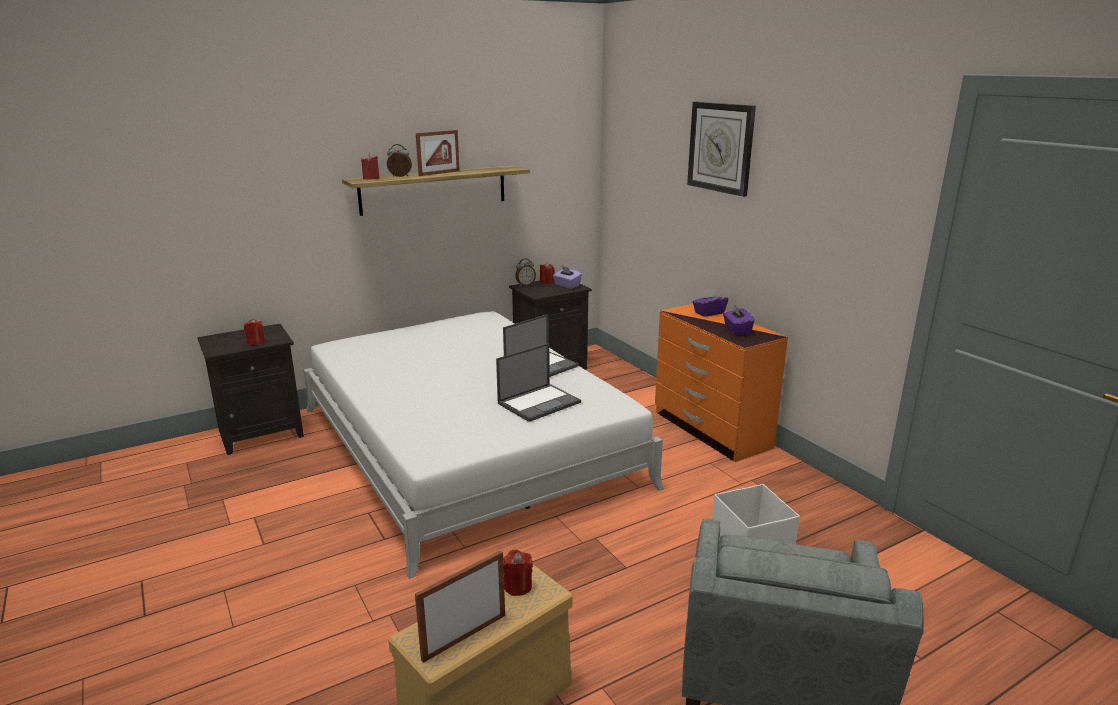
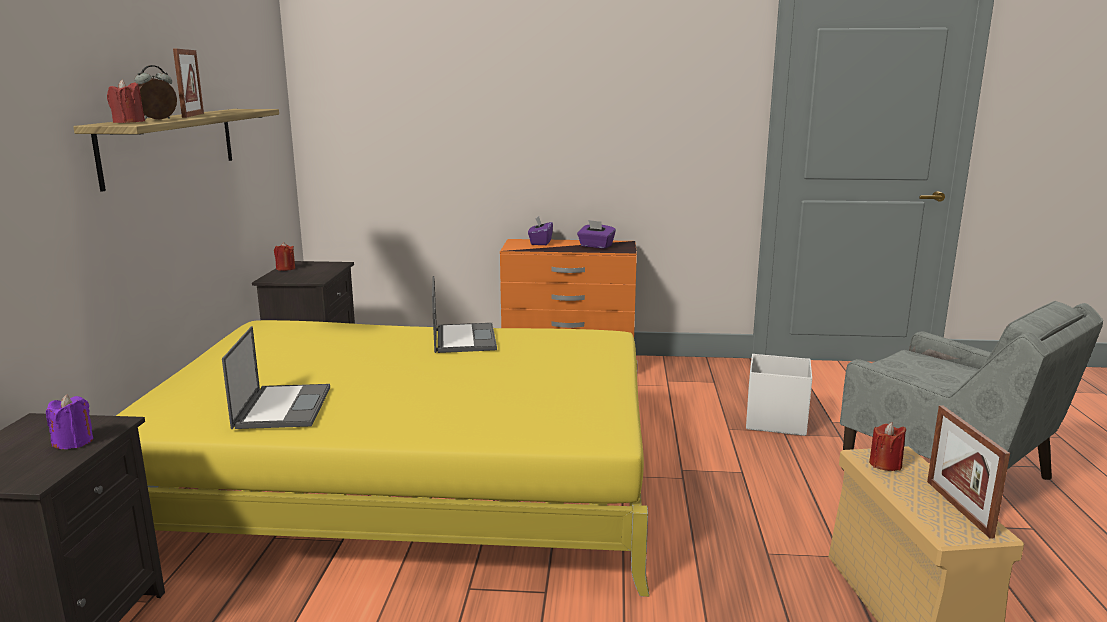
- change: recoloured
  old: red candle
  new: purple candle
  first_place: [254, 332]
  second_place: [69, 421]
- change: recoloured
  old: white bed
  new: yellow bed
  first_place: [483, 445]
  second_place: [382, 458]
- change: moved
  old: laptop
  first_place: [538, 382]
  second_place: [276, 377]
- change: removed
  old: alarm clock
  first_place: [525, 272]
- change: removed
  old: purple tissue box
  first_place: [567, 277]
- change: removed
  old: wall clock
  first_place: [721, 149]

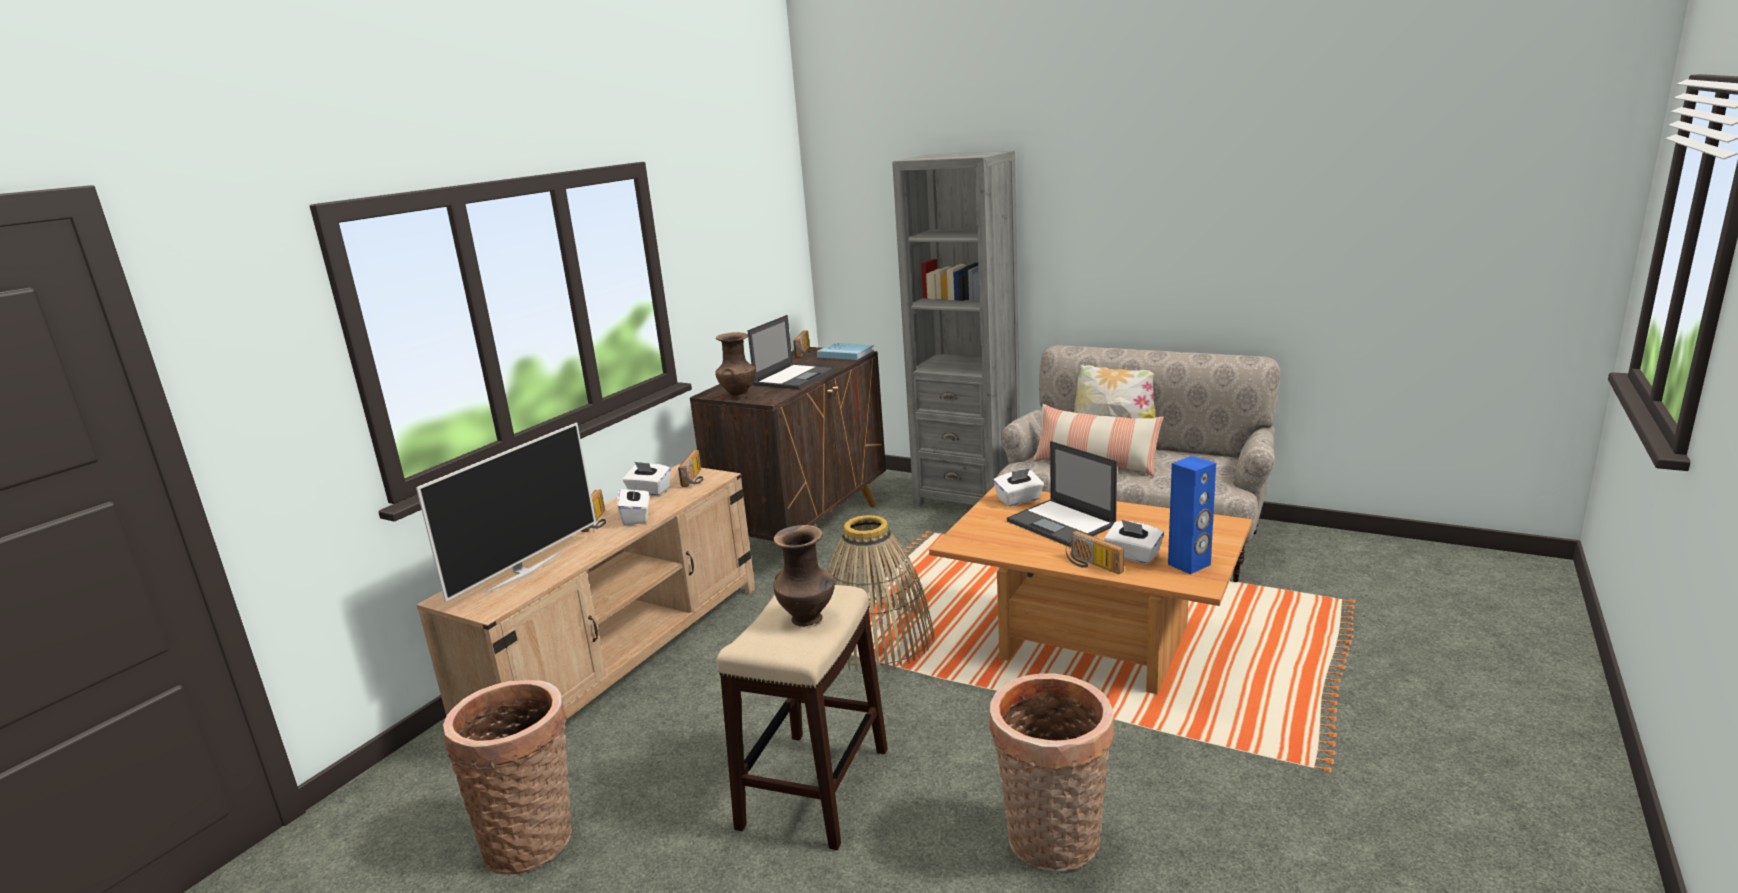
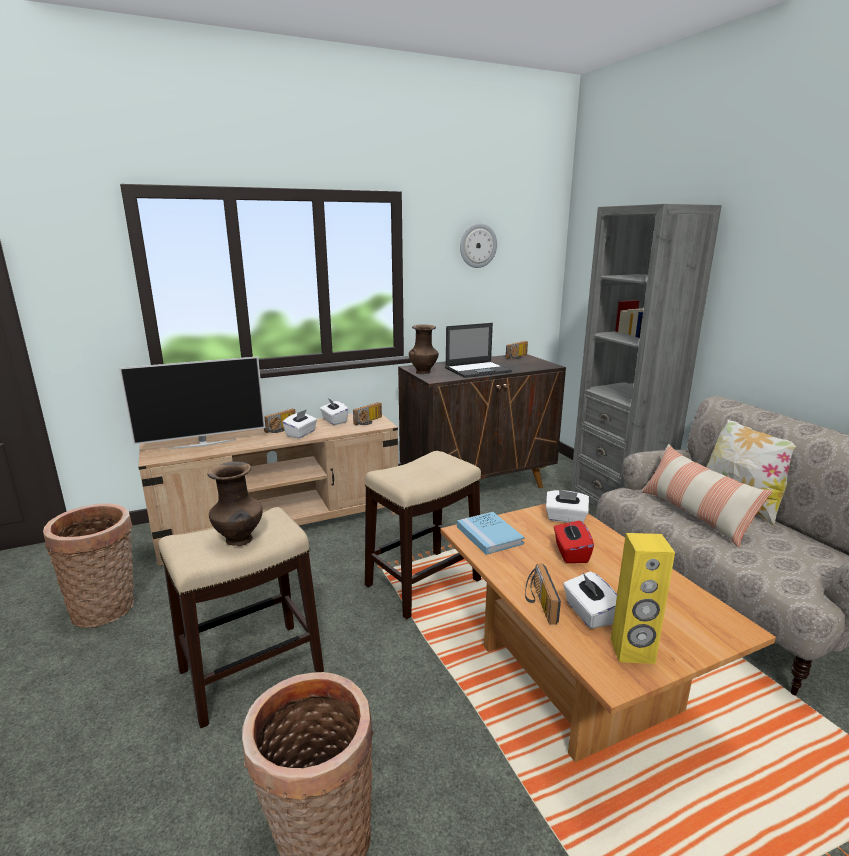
- change: replaced
  old: basket
  new: stool
  first_place: [880, 593]
  second_place: [423, 535]
- change: moved
  old: blue book
  first_place: [845, 351]
  second_place: [491, 533]
- change: added
  new: wall clock
  second_place: [478, 245]
- change: replaced
  old: laptop
  new: red tissue box
  first_place: [1062, 494]
  second_place: [574, 541]
- change: recoloured
  old: blue speaker
  new: yellow speaker
  first_place: [1192, 515]
  second_place: [643, 598]

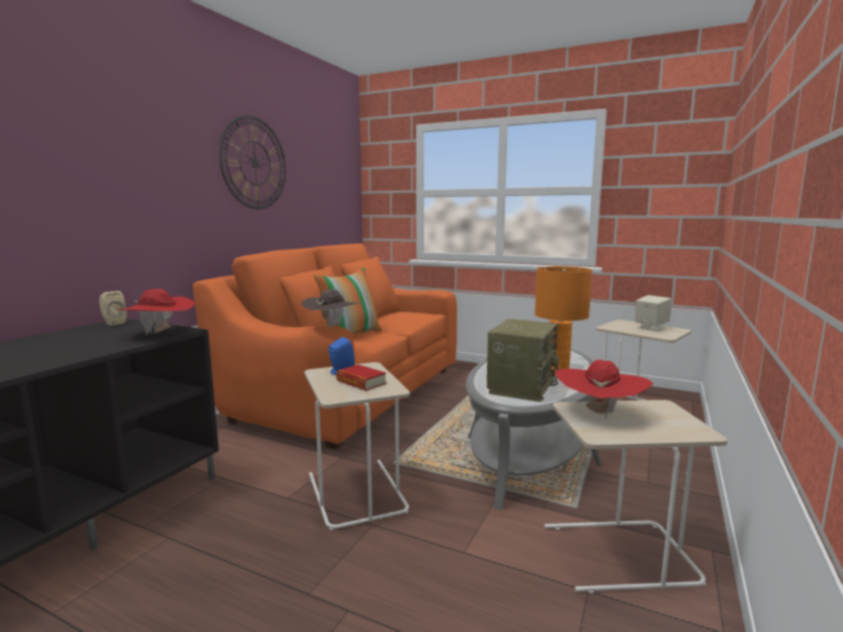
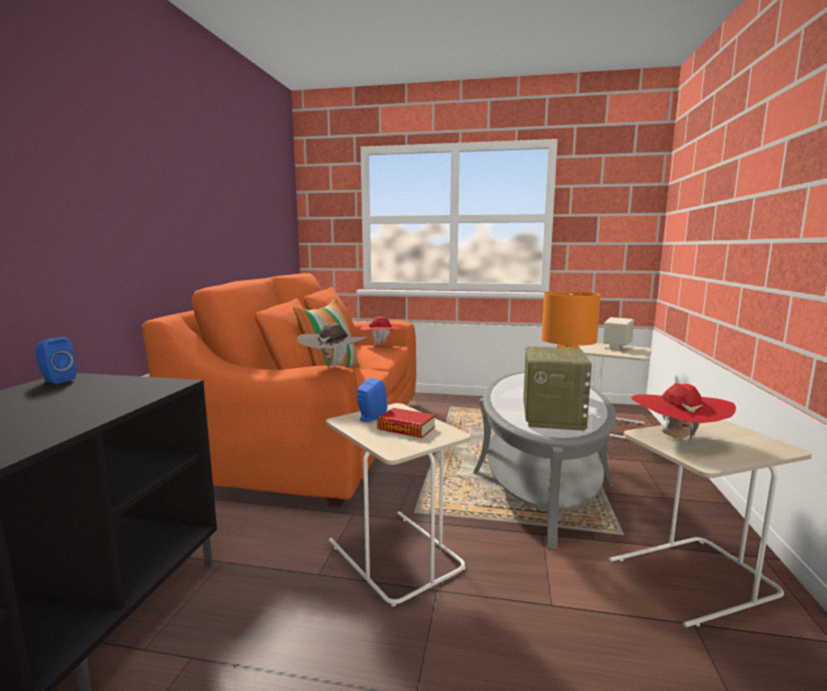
- change: recoloured
  old: beige speaker
  new: blue speaker
  first_place: [113, 308]
  second_place: [56, 360]
- change: moved
  old: red hat
  first_place: [156, 312]
  second_place: [380, 331]
- change: removed
  old: wall clock
  first_place: [252, 162]

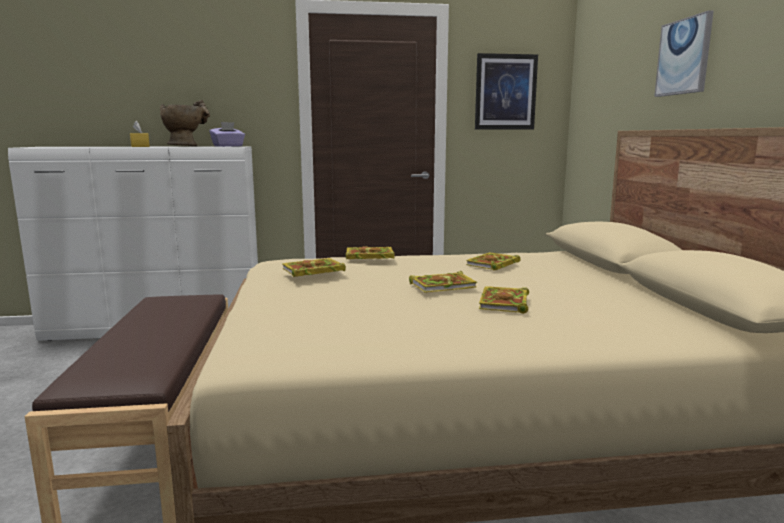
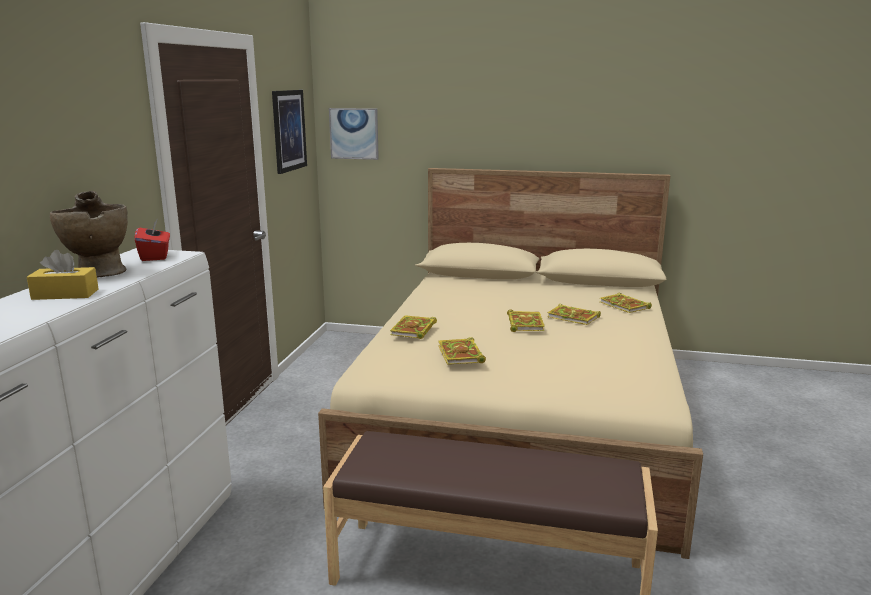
- change: recoloured
  old: purple tissue box
  new: red tissue box
  first_place: [227, 134]
  second_place: [152, 240]
- change: moved
  old: picture
  first_place: [684, 53]
  second_place: [354, 134]
- change: moved
  old: book
  first_place: [493, 261]
  second_place: [626, 303]

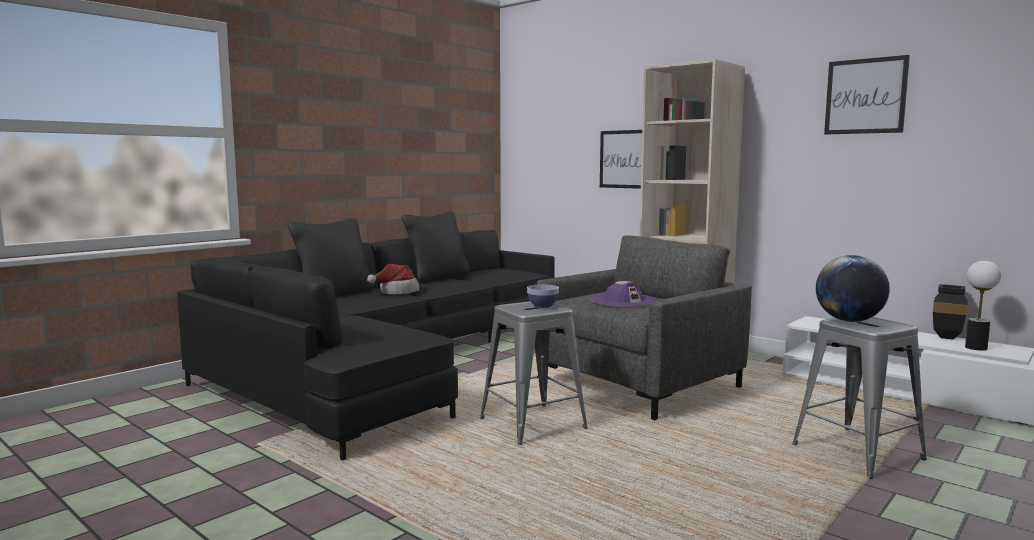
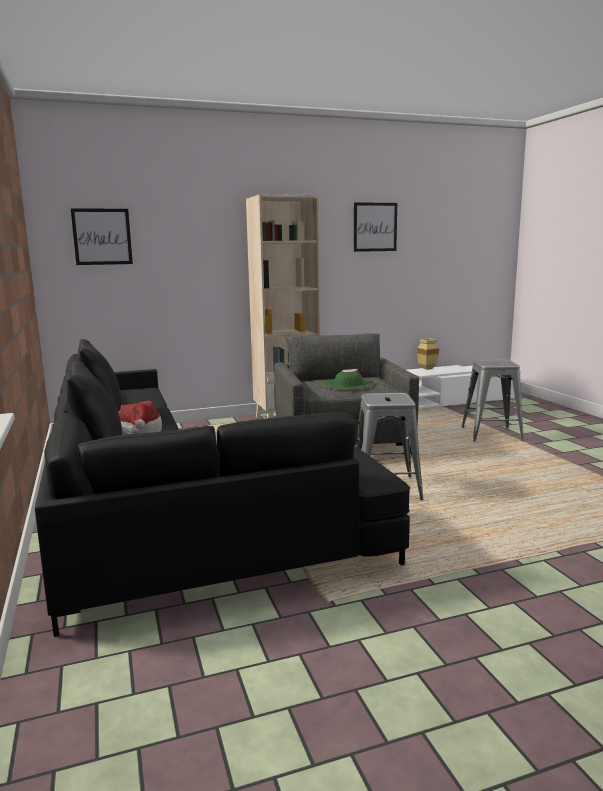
- change: moved
  old: picture
  first_place: [621, 159]
  second_place: [102, 236]
- change: recoloured
  old: purple hat
  new: green hat
  first_place: [623, 294]
  second_place: [348, 379]
- change: recoloured
  old: black vase
  new: beige vase
  first_place: [950, 312]
  second_place: [428, 354]
- change: removed
  old: bowl
  first_place: [543, 296]
- change: removed
  old: globe
  first_place: [853, 288]
- change: removed
  old: table lamp
  first_place: [983, 306]

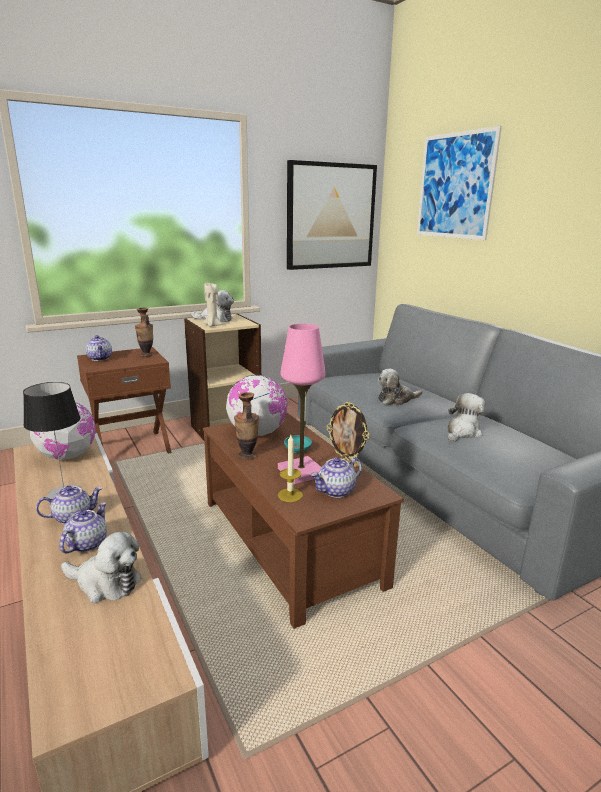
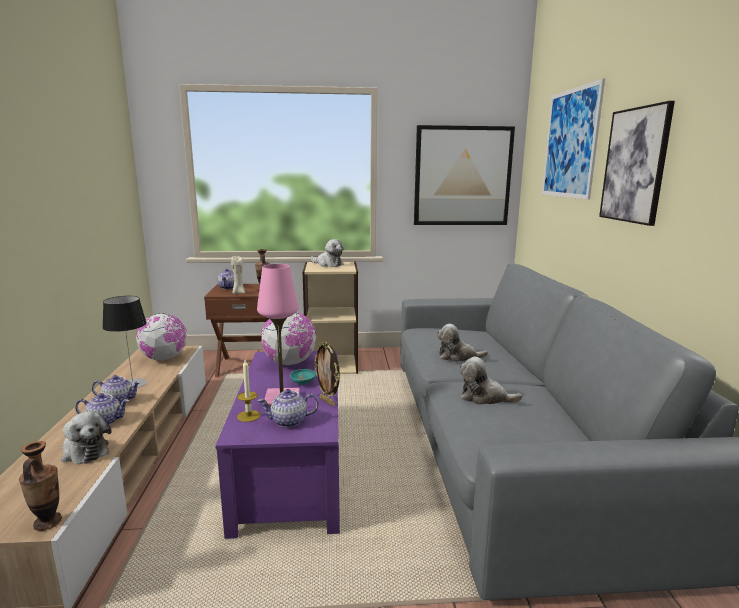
- change: moved
  old: vase
  first_place: [246, 426]
  second_place: [40, 486]
- change: turned
  old: teapot
  first_place: [83, 527]
  second_place: [102, 409]
  degrees: 45
- change: recoloured
  old: brown coffee table
  new: purple coffee table
  first_place: [303, 521]
  second_place: [277, 444]
- change: moved
  old: beige candle
  first_place: [212, 305]
  second_place: [238, 275]
- change: turned
  old: plush toy
  first_place: [466, 417]
  second_place: [490, 381]
  degrees: -135
- change: added
  new: picture
  second_place: [637, 163]

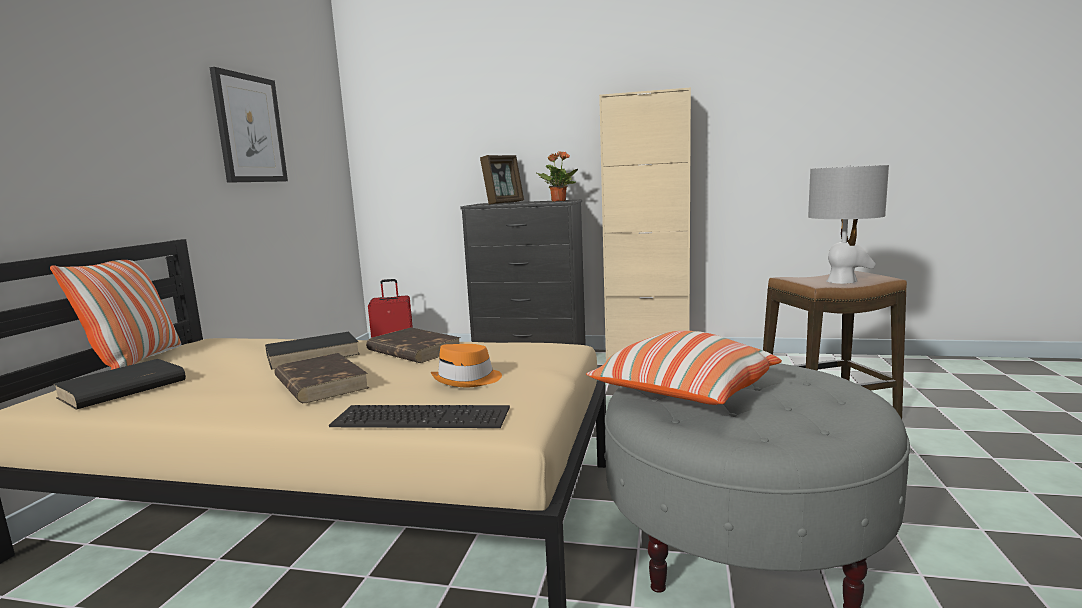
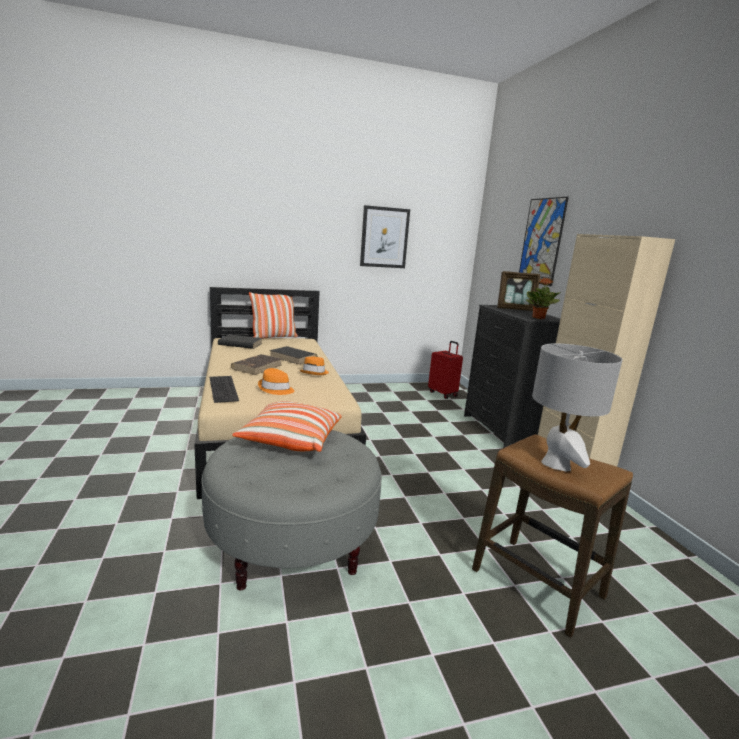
- change: replaced
  old: brown book
  new: orange hat
  first_place: [413, 345]
  second_place: [314, 366]
- change: added
  new: picture
  second_place: [544, 241]

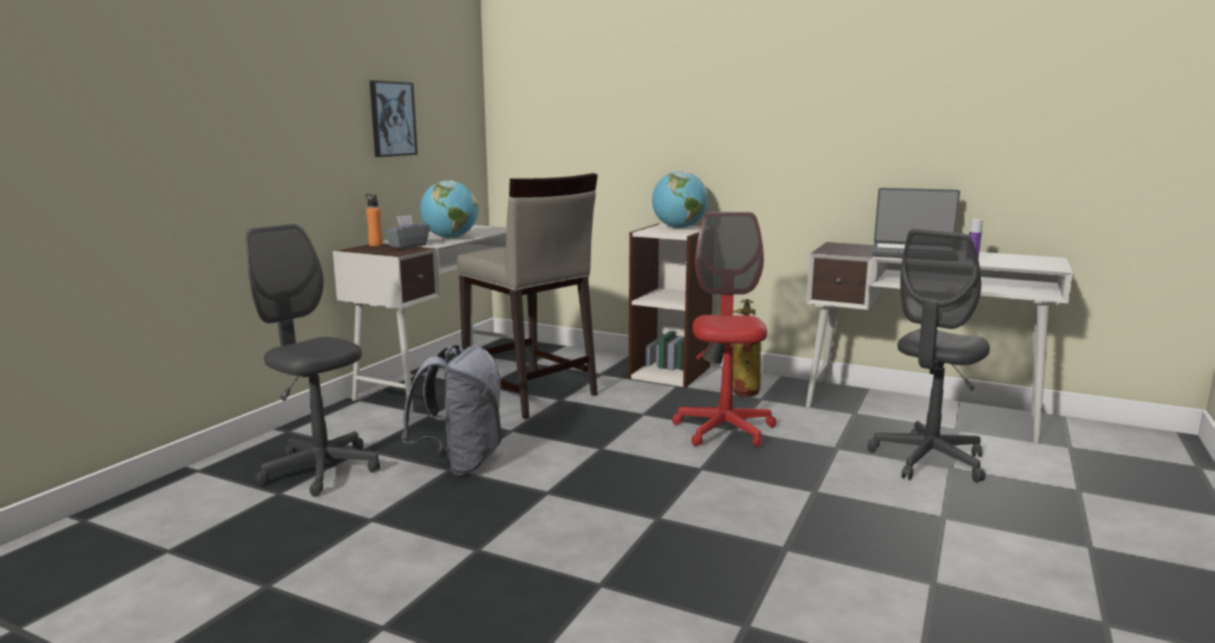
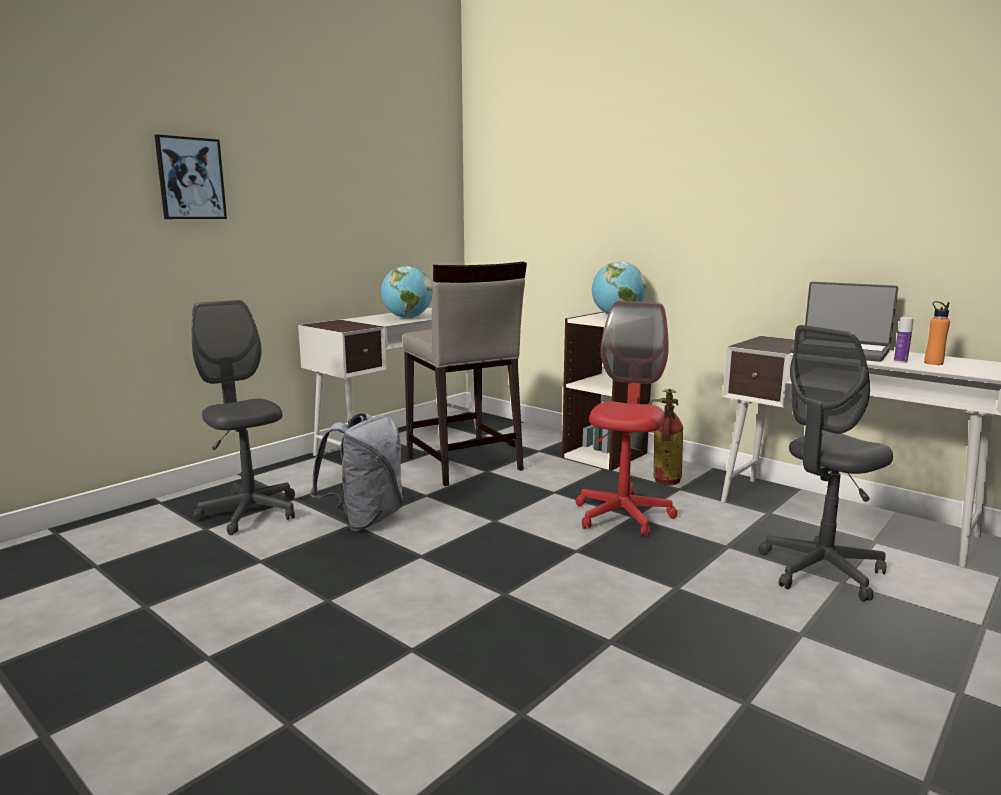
- change: moved
  old: picture
  first_place: [394, 118]
  second_place: [191, 176]
- change: moved
  old: orange bottle
  first_place: [374, 220]
  second_place: [937, 333]
- change: removed
  old: grey tissue box
  first_place: [407, 231]

